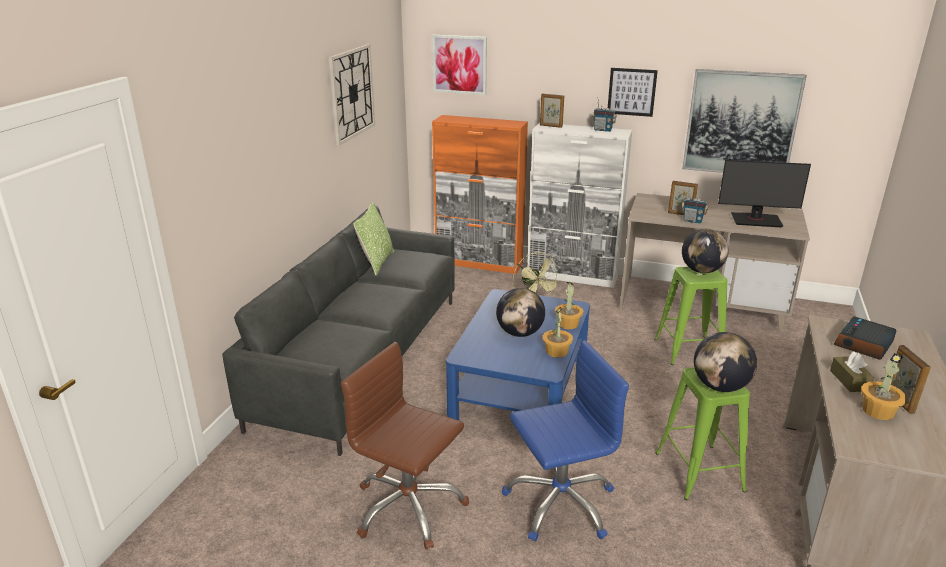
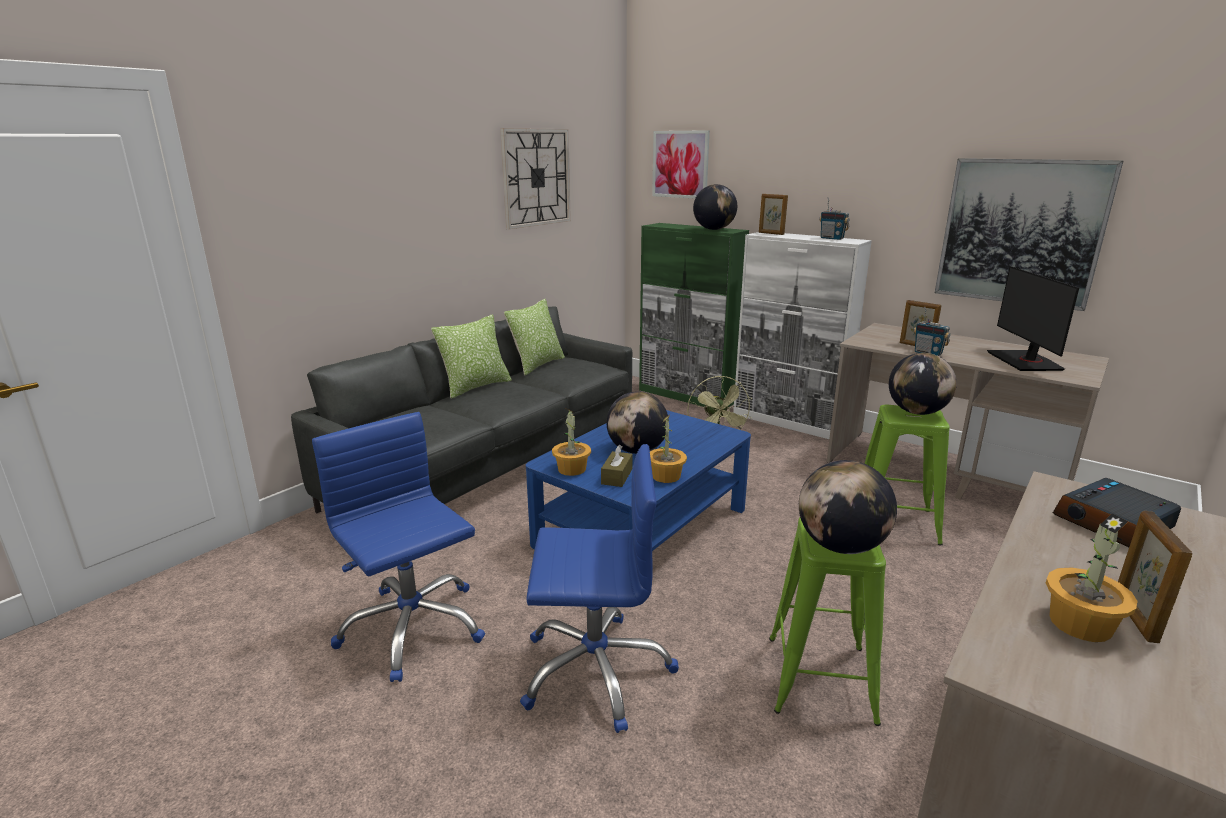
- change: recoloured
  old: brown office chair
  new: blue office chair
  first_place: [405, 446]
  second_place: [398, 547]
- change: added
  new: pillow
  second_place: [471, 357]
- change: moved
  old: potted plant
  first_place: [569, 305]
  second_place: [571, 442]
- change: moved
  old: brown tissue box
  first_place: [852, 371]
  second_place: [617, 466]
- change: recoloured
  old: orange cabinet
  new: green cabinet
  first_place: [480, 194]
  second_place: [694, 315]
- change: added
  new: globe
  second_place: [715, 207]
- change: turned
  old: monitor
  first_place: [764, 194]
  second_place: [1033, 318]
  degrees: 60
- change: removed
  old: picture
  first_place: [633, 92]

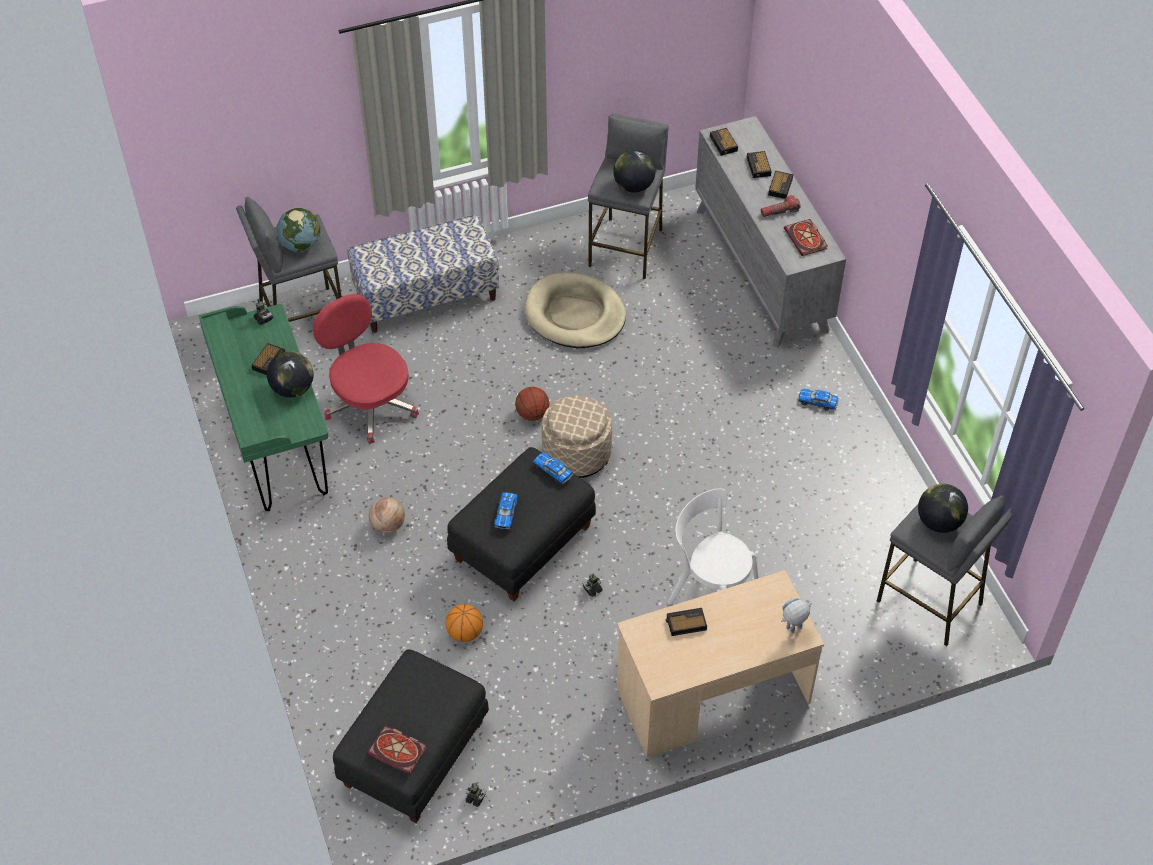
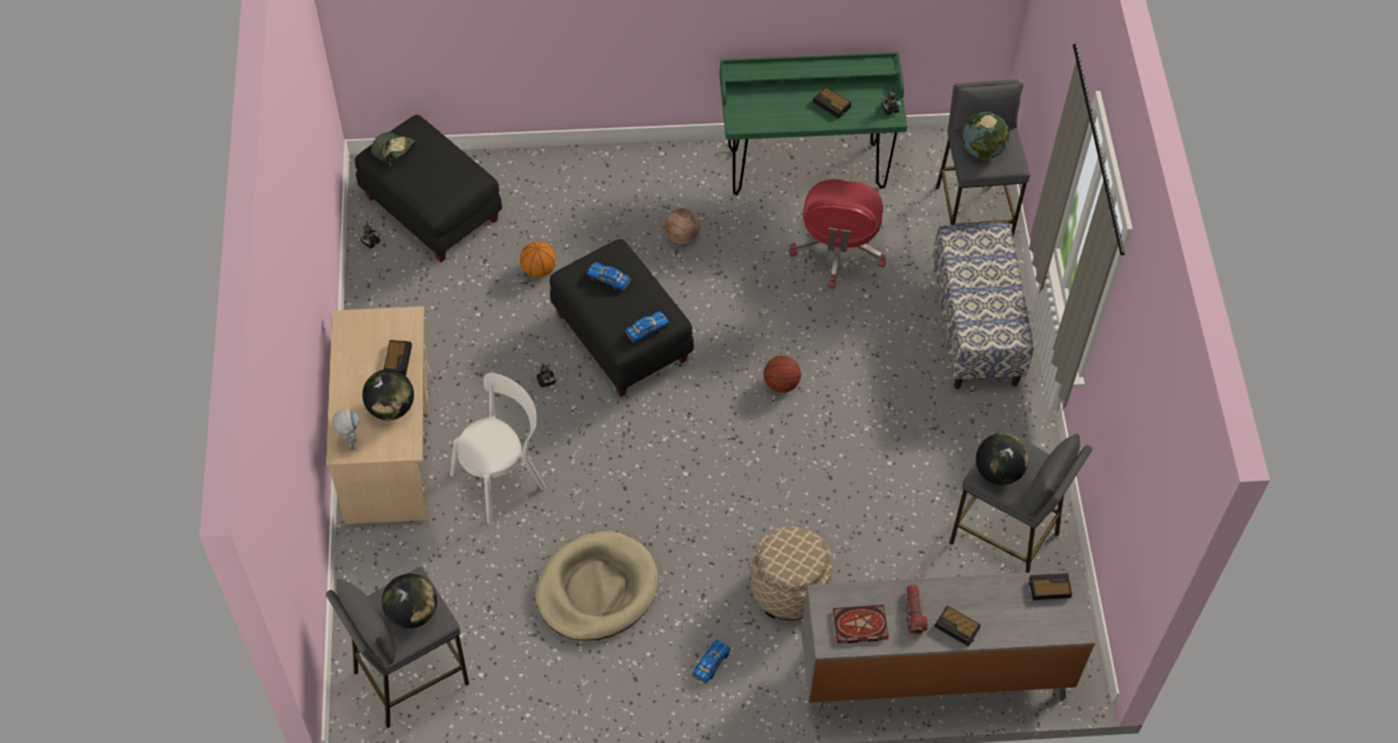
- change: moved
  old: globe
  first_place: [290, 374]
  second_place: [388, 394]
- change: replaced
  old: book
  new: cap
  first_place: [397, 750]
  second_place: [393, 150]
- change: moved
  old: beige dog bed
  first_place: [575, 310]
  second_place: [597, 586]
- change: moved
  old: beige ottoman
  first_place: [577, 436]
  second_place: [791, 573]
- change: turned
  old: red office chair
  first_place: [366, 369]
  second_place: [837, 234]
  degrees: 120
- change: removed
  old: alarm clock
  first_place: [759, 164]

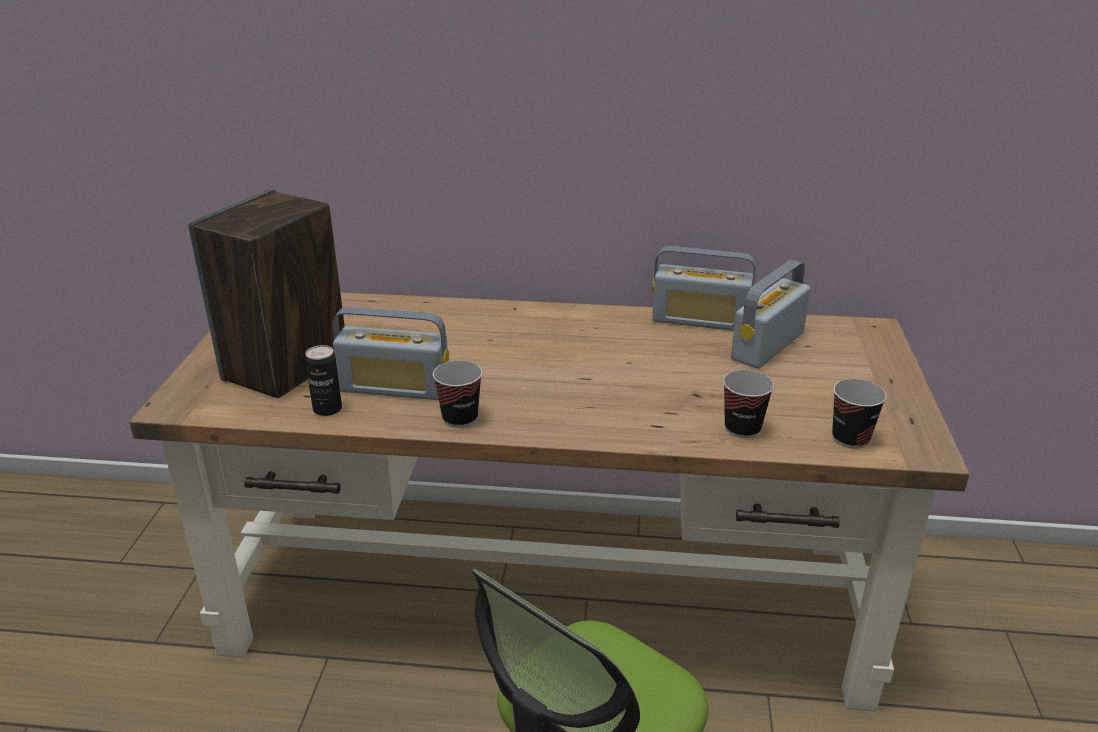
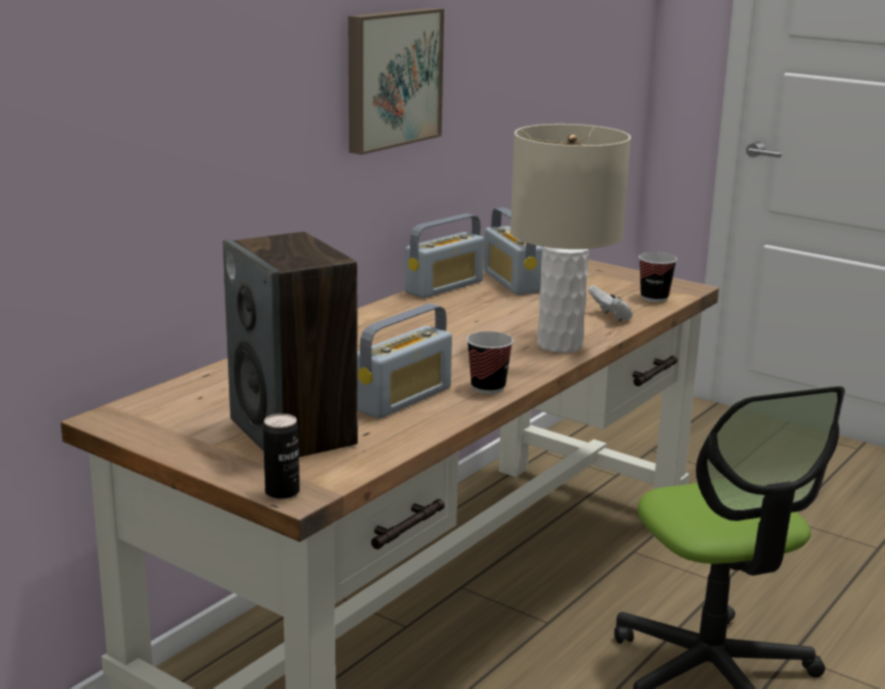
- change: moved
  old: can
  first_place: [323, 380]
  second_place: [281, 456]
- change: added
  new: picture
  second_place: [396, 81]
- change: added
  new: beige table lamp
  second_place: [570, 238]
- change: replaced
  old: cup
  new: white game controller
  first_place: [748, 404]
  second_place: [610, 303]

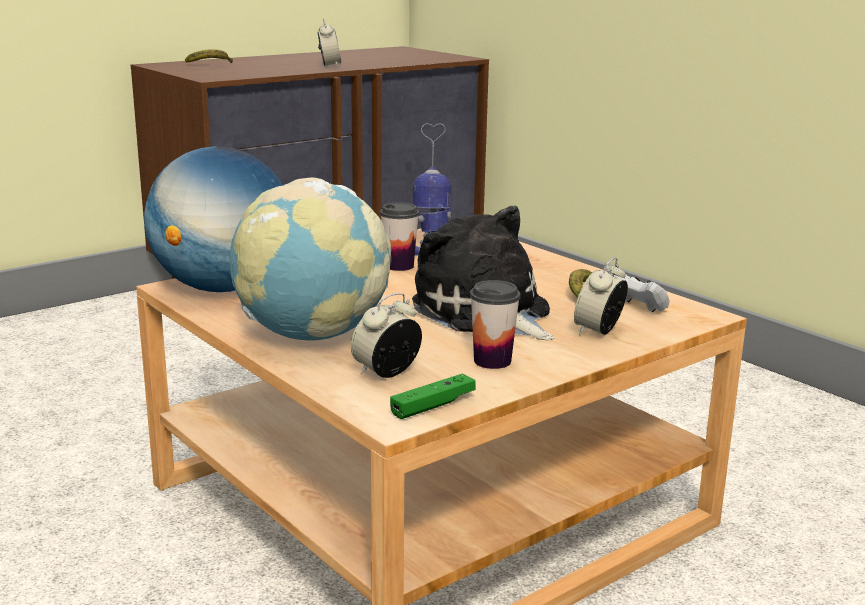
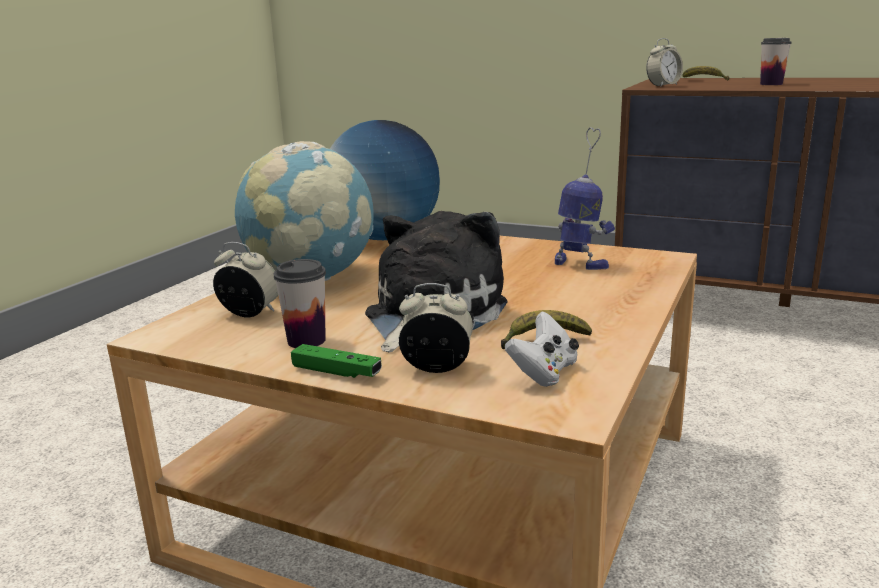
- change: moved
  old: green game controller
  first_place: [433, 396]
  second_place: [336, 361]
- change: moved
  old: alarm clock
  first_place: [329, 42]
  second_place: [664, 62]
- change: moved
  old: cup
  first_place: [399, 236]
  second_place: [776, 61]

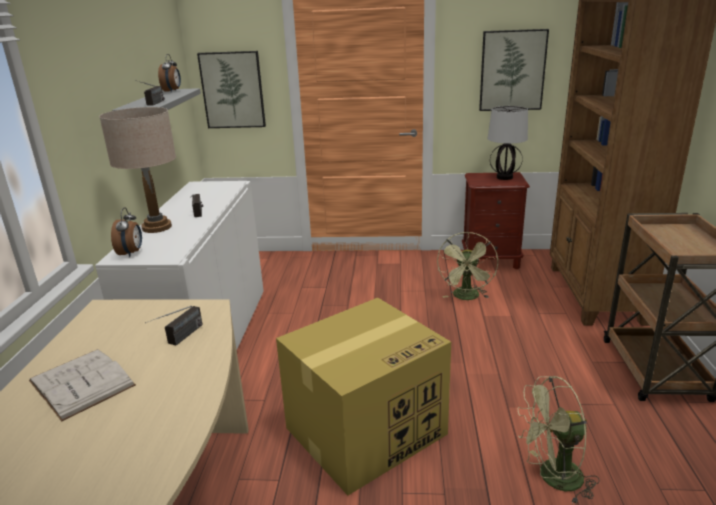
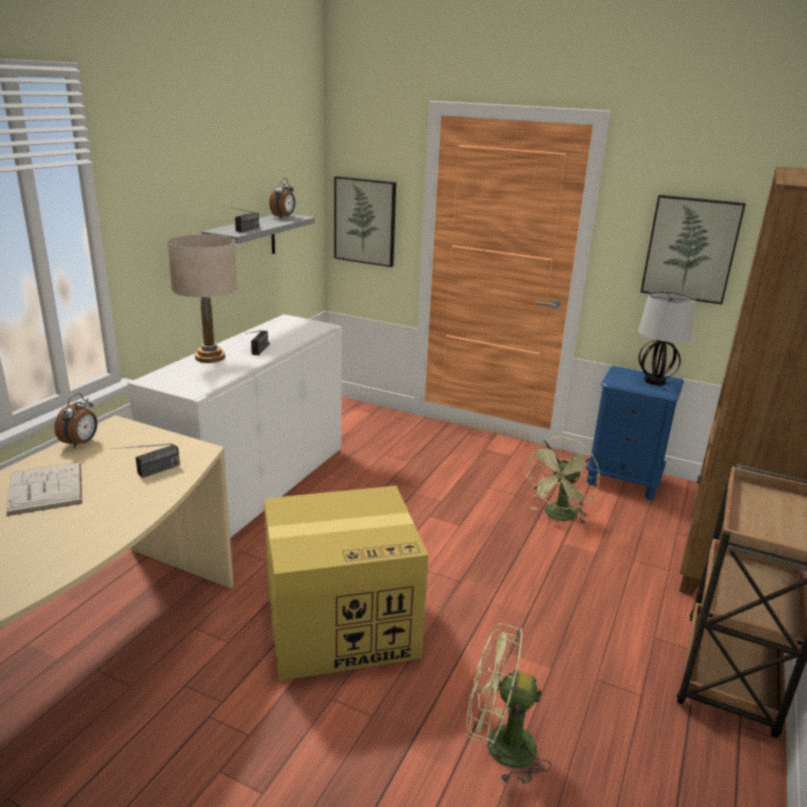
- change: moved
  old: alarm clock
  first_place: [126, 232]
  second_place: [75, 420]
- change: recoloured
  old: brown nightstand
  new: blue nightstand
  first_place: [496, 220]
  second_place: [635, 433]

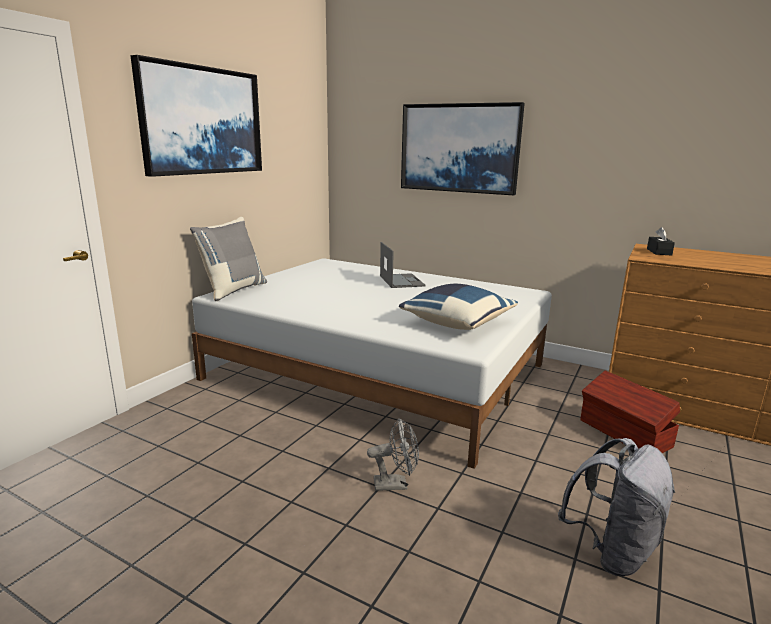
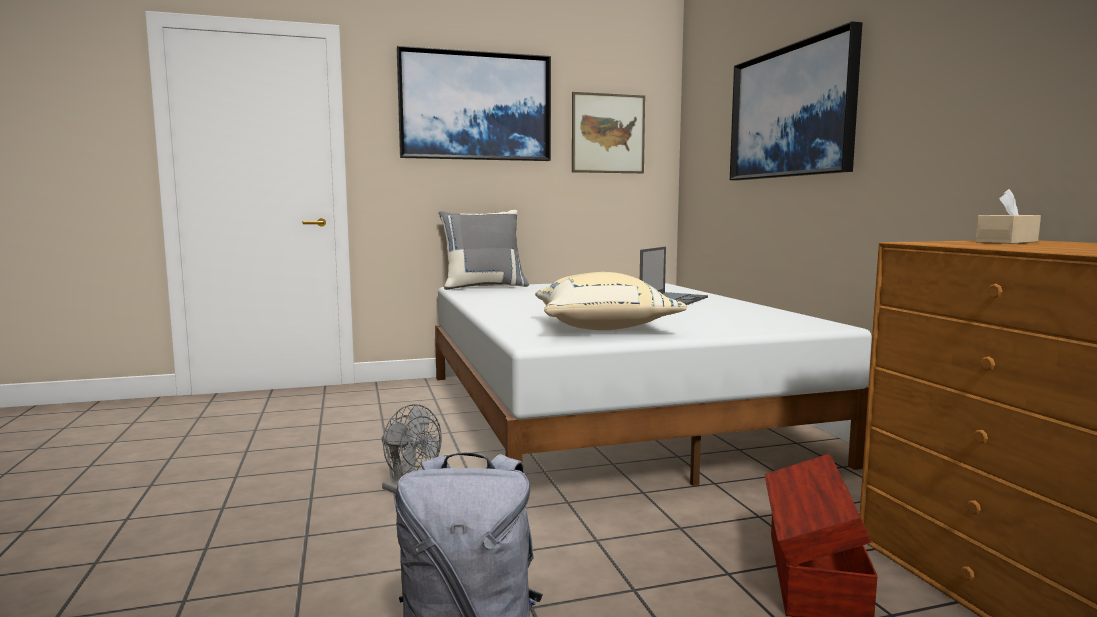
- change: recoloured
  old: blue pillow
  new: beige pillow
  first_place: [458, 307]
  second_place: [611, 301]
- change: added
  new: picture
  second_place: [608, 132]
- change: recoloured
  old: black tissue box
  new: beige tissue box
  first_place: [661, 241]
  second_place: [1008, 216]

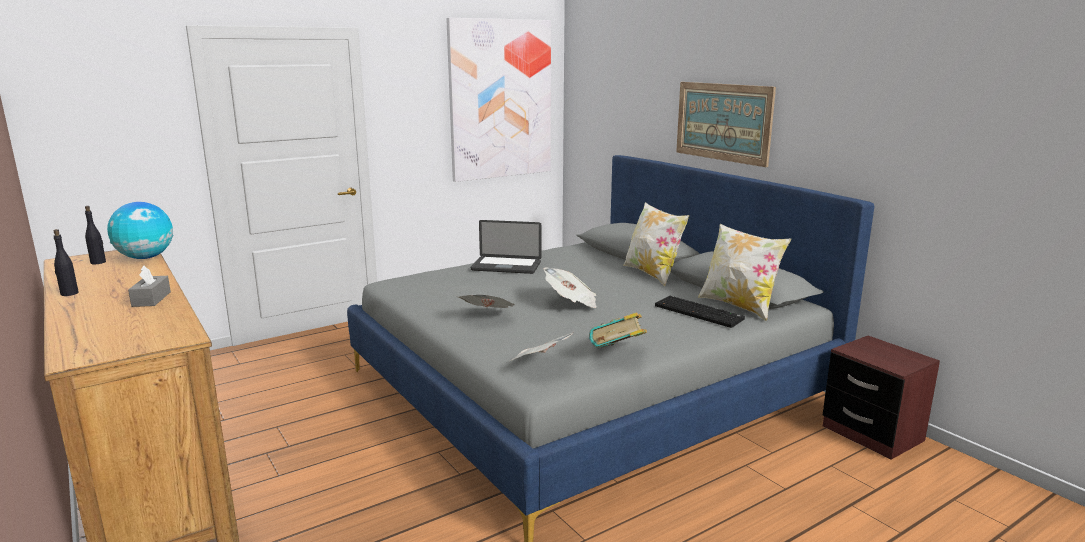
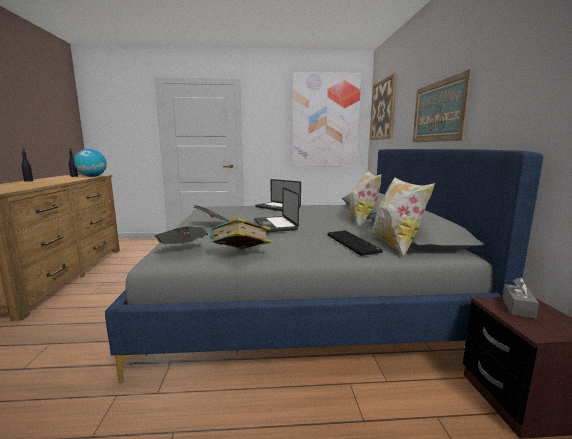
- change: replaced
  old: newspaper
  new: laptop
  first_place: [570, 287]
  second_place: [276, 209]
- change: added
  new: picture
  second_place: [383, 106]
- change: moved
  old: grey tissue box
  first_place: [149, 286]
  second_place: [521, 298]

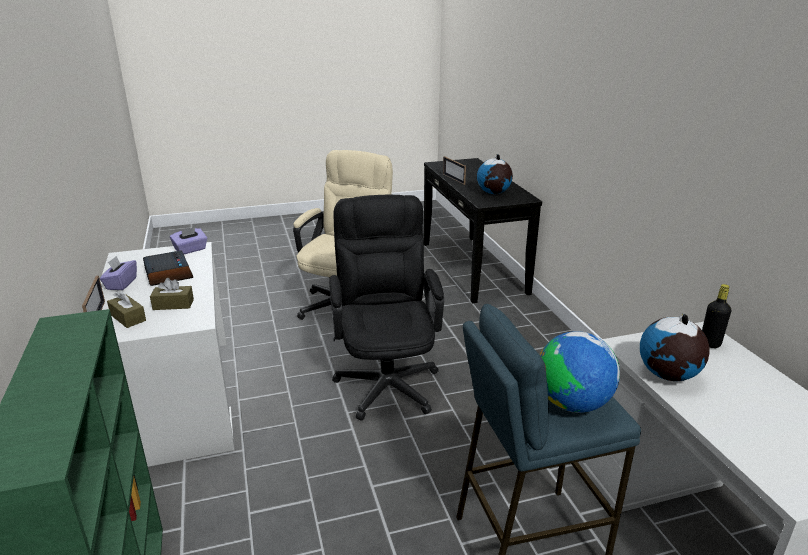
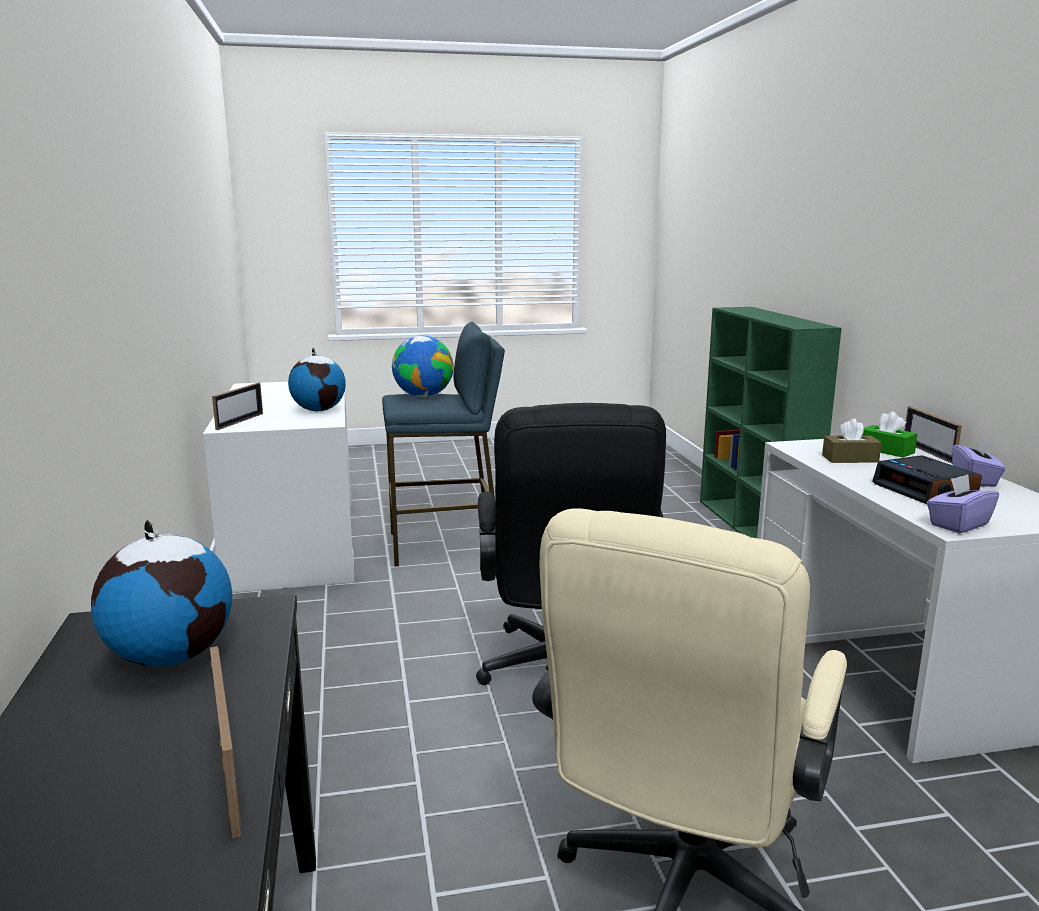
- change: replaced
  old: black bottle
  new: picture frame
  first_place: [716, 316]
  second_place: [237, 406]
- change: recoloured
  old: brown tissue box
  new: green tissue box
  first_place: [126, 309]
  second_place: [889, 435]

